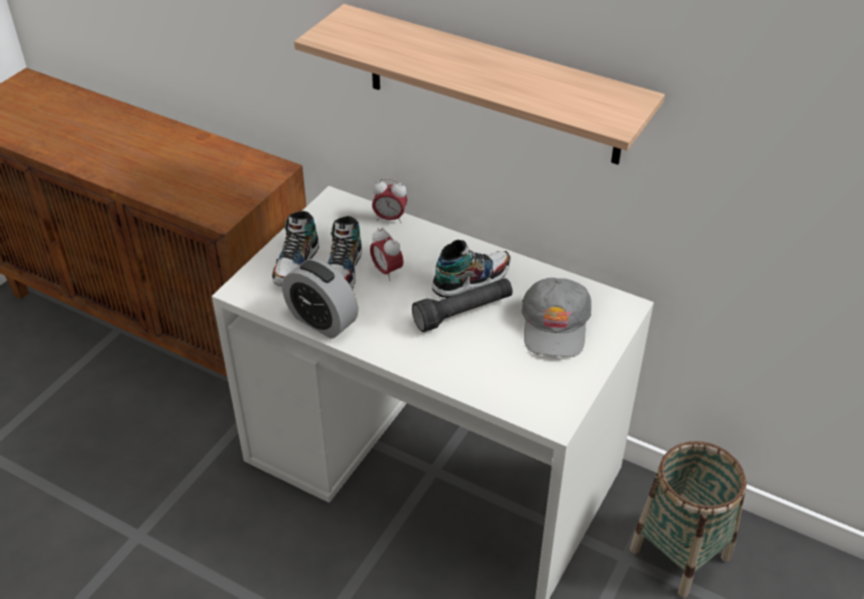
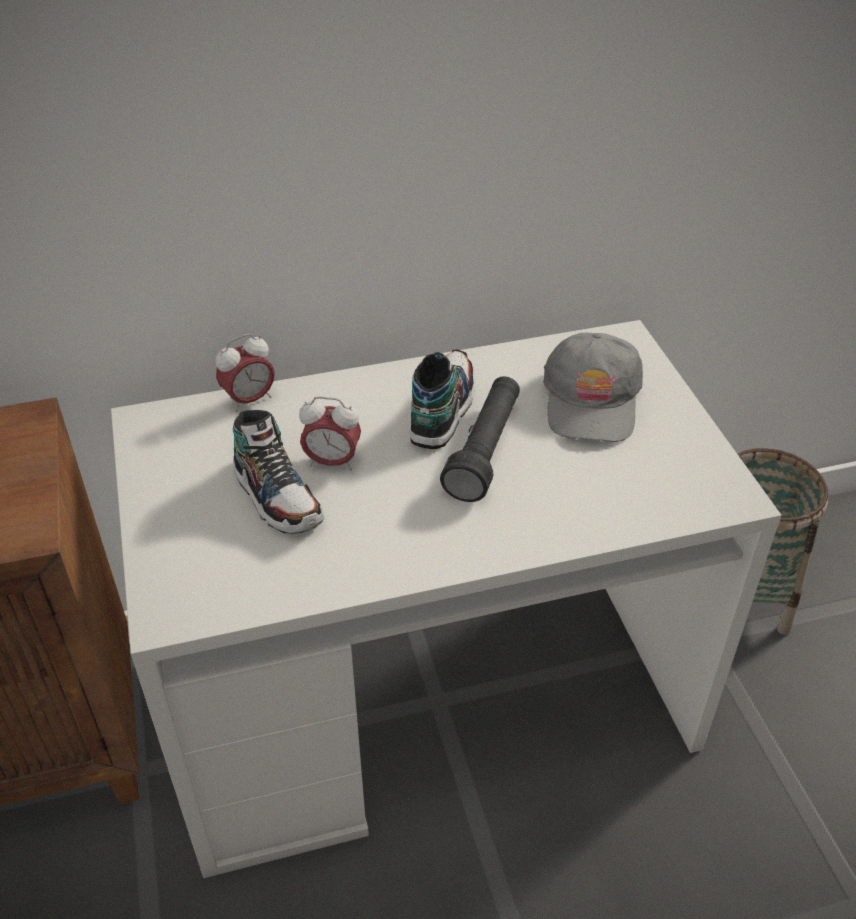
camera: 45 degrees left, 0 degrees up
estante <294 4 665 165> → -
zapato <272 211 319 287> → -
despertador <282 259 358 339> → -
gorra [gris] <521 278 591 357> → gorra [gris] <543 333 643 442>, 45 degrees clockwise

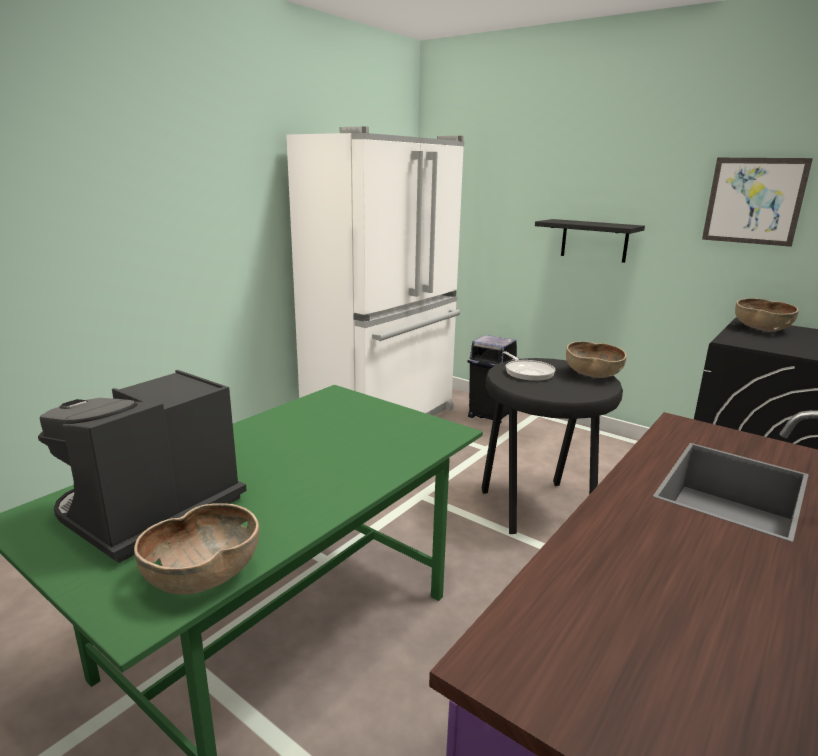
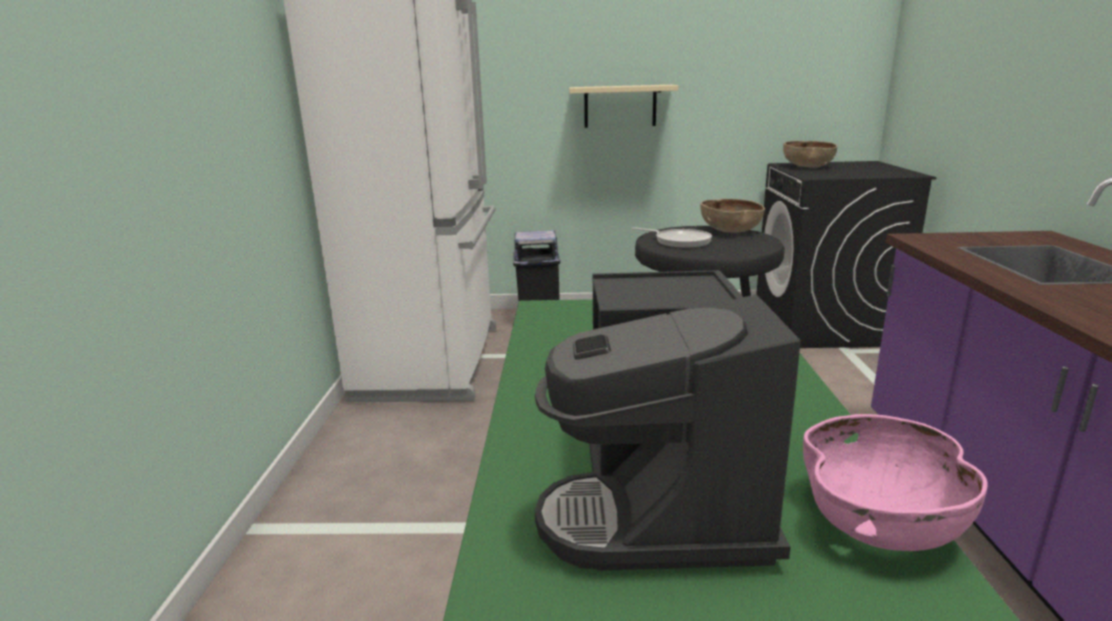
camera: 35 degrees left, 0 degrees up
cuadro <702 158 813 247> → -
estante [negro] <535 219 645 263> → estante [beis] <569 85 678 128>
cuenco [marrón] <134 503 259 594> → cuenco [rosa] <803 414 988 551>

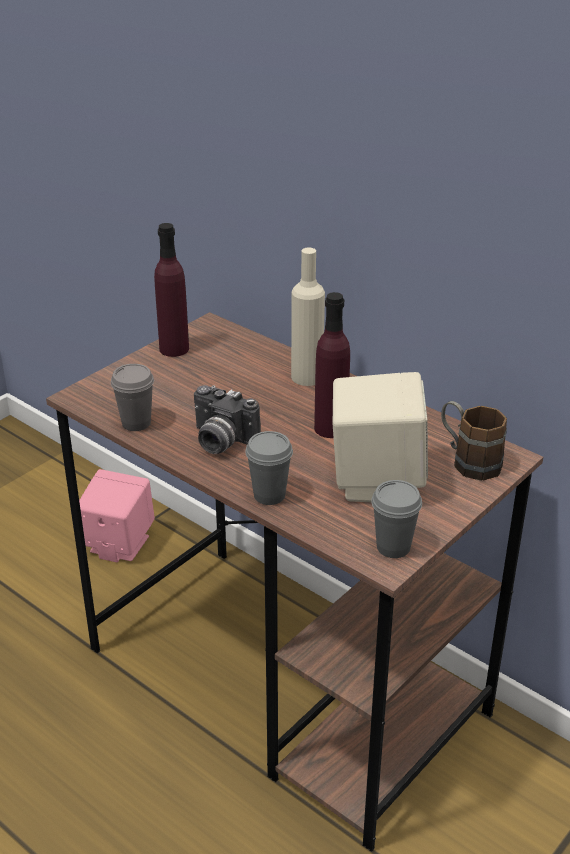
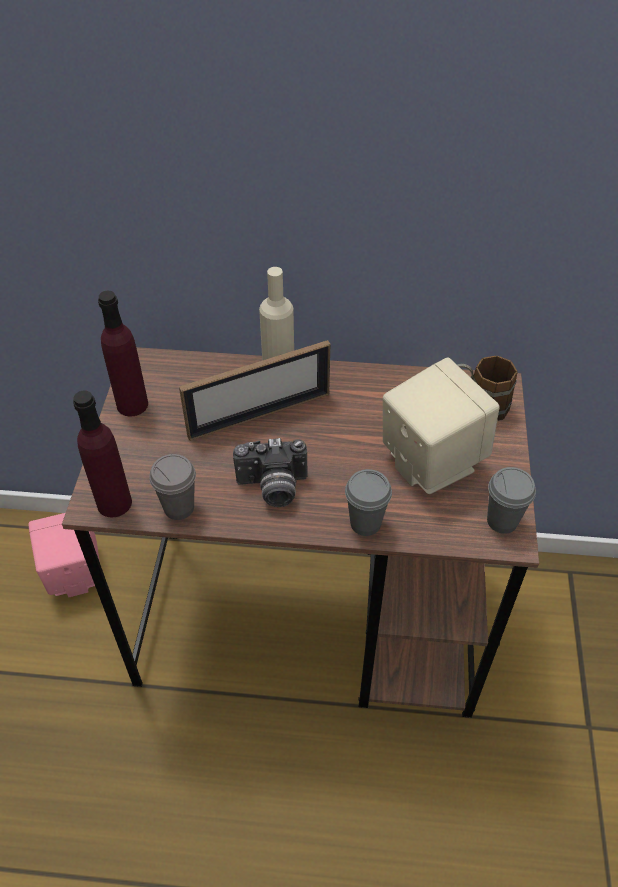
camera: 35 degrees left, 15 degrees up
botella [morado] <314 292 350 438> → botella [morado] <73 391 132 517>, move
- → portarretratos <179 340 330 441>

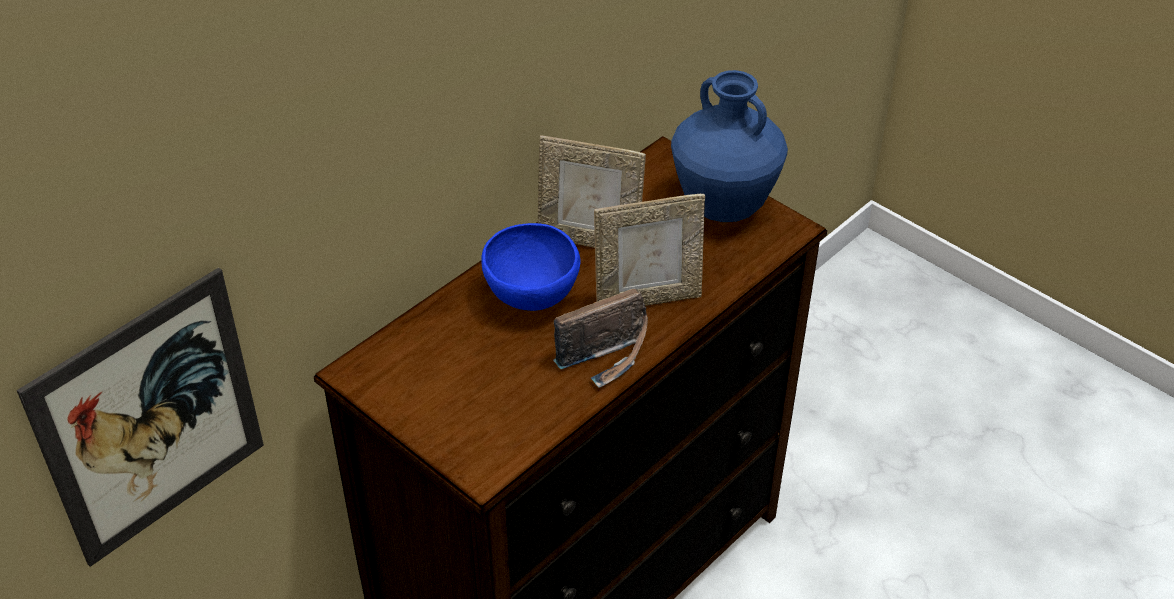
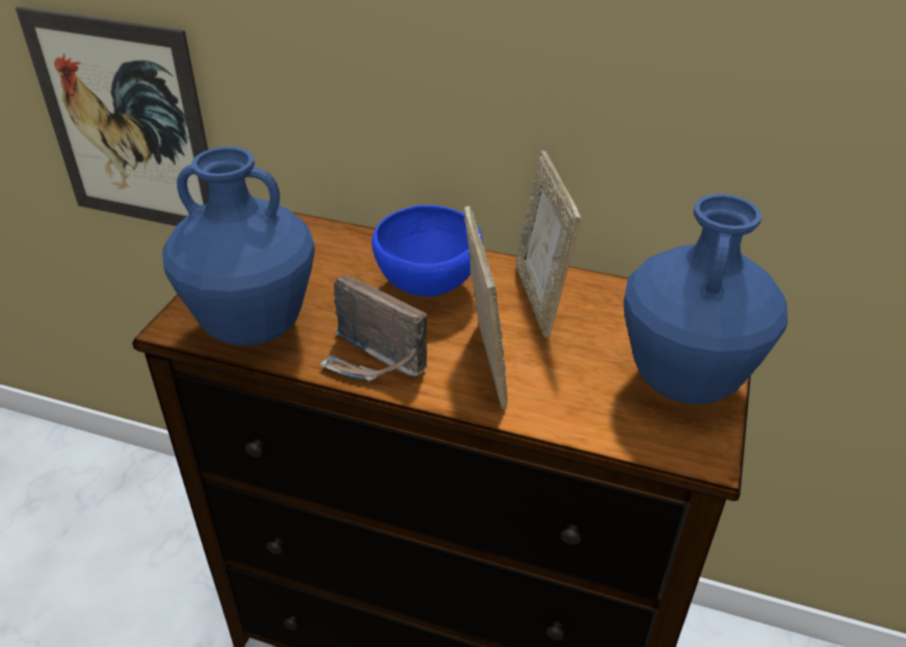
camera: 65 degrees right, 5 degrees down
portarretratos <594 194 705 306> → portarretratos <464 206 508 409>, 150 degrees counterclockwise
- → florero [azul] <162 147 315 346>

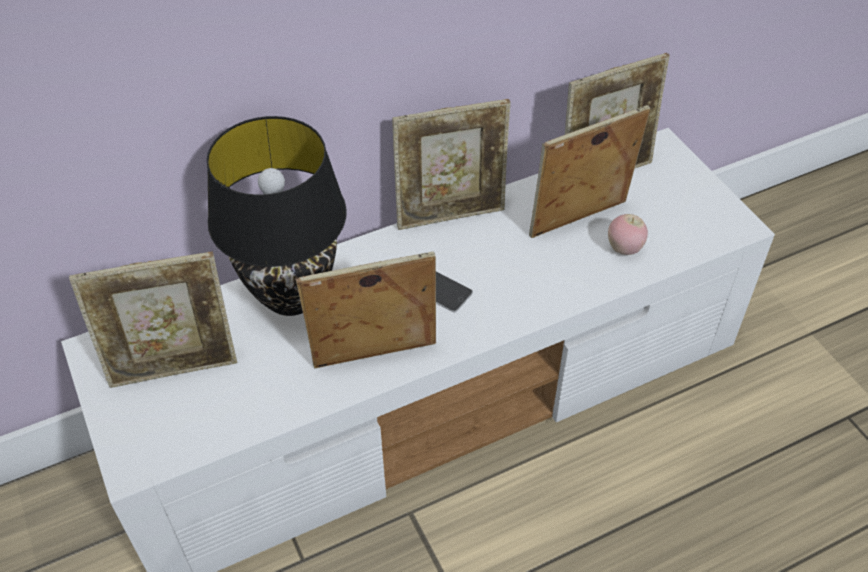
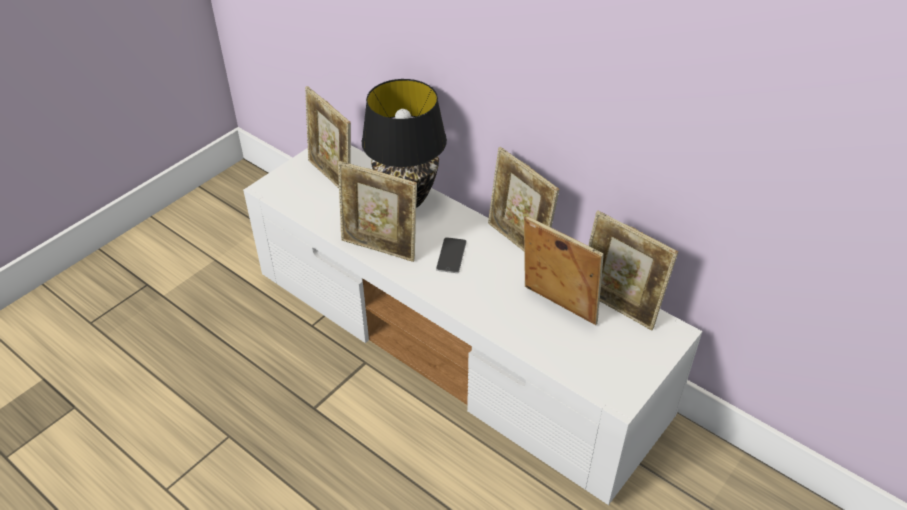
camera: 65 degrees right, 5 degrees down
manzana <608 214 648 255> → -
portarretratos <295 251 436 368> → portarretratos <338 161 417 262>, 150 degrees clockwise

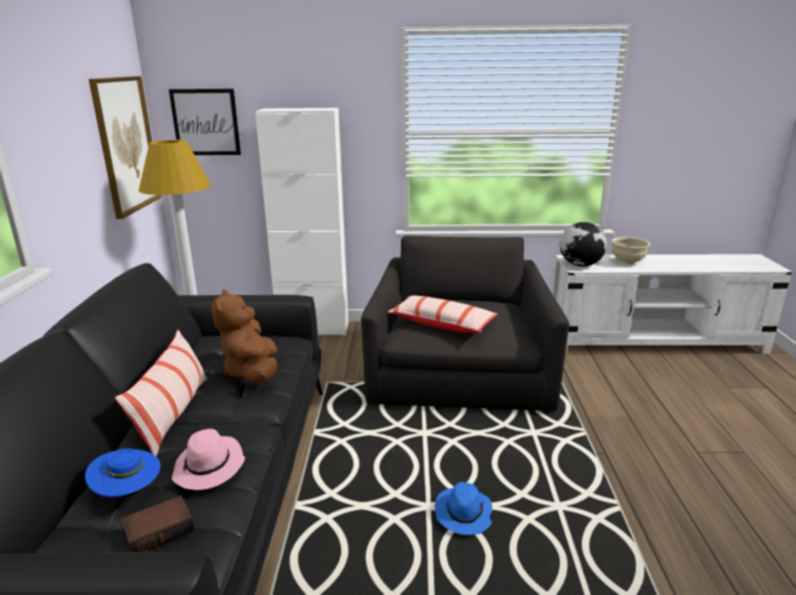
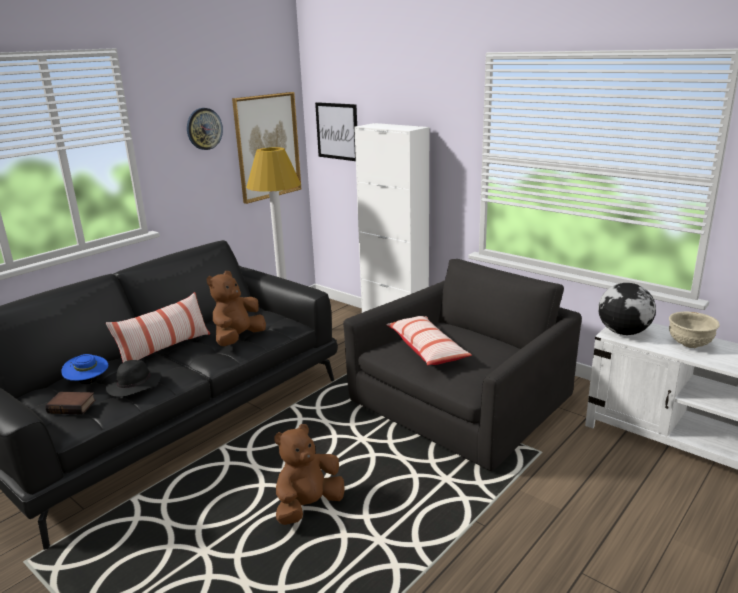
camera: 40 degrees right, 0 degrees up
sombrero [rosa] <172 429 245 490> → sombrero [negro] <106 360 161 397>
sombrero [azul] <435 482 493 535> → peluche [marrón] <274 424 345 525>
- → reloj de pared <187 108 223 150>

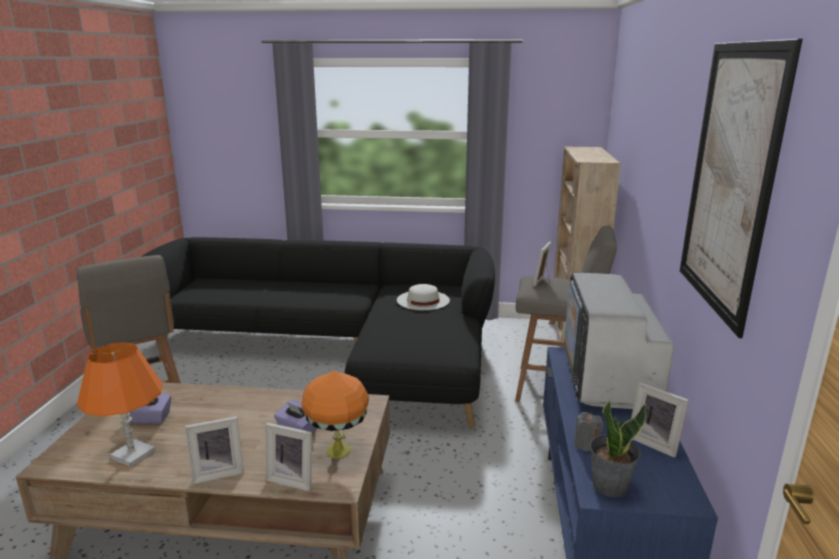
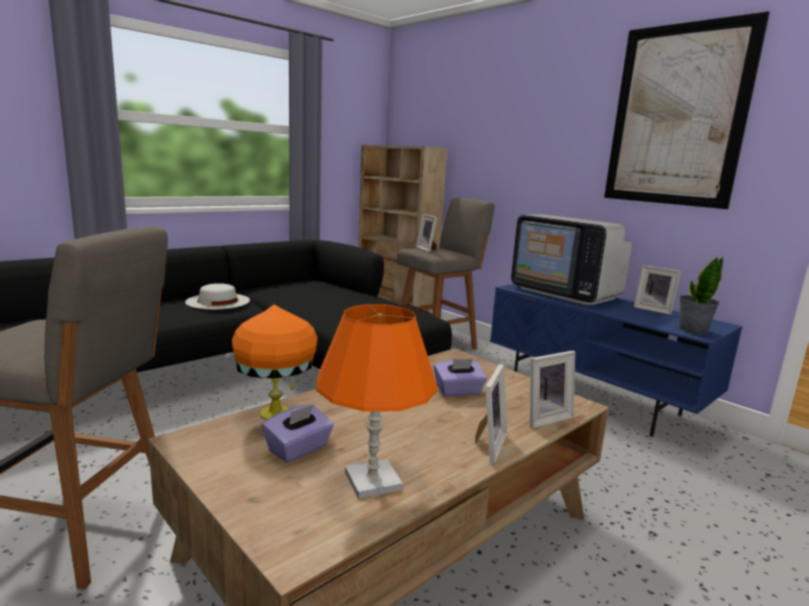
camera: 50 degrees left, 5 degrees down
sombrero [blanco] <397 284 450 310> → sombrero [blanco] <185 283 250 309>, move
lámpara de mesa [naranja] <301 370 369 458> → lámpara de mesa [naranja] <232 305 318 420>, move
portarretratos <631 382 689 458> → portarretratos <634 265 681 315>, 45 degrees clockwise
vela [gris] <574 412 603 451> → -

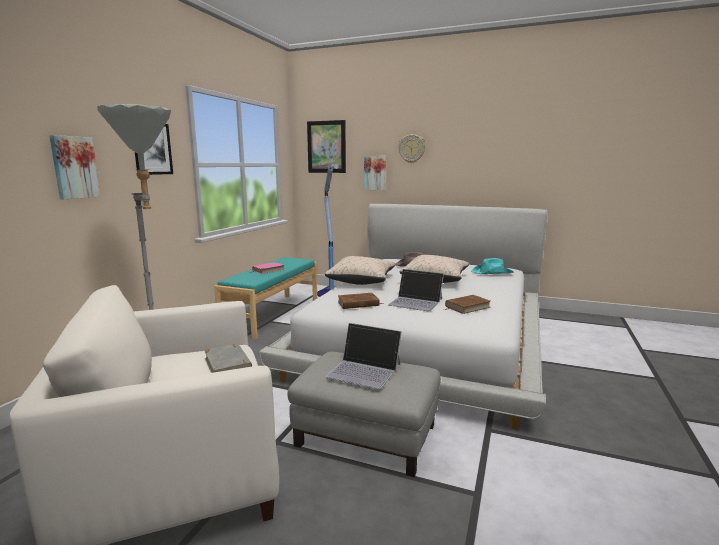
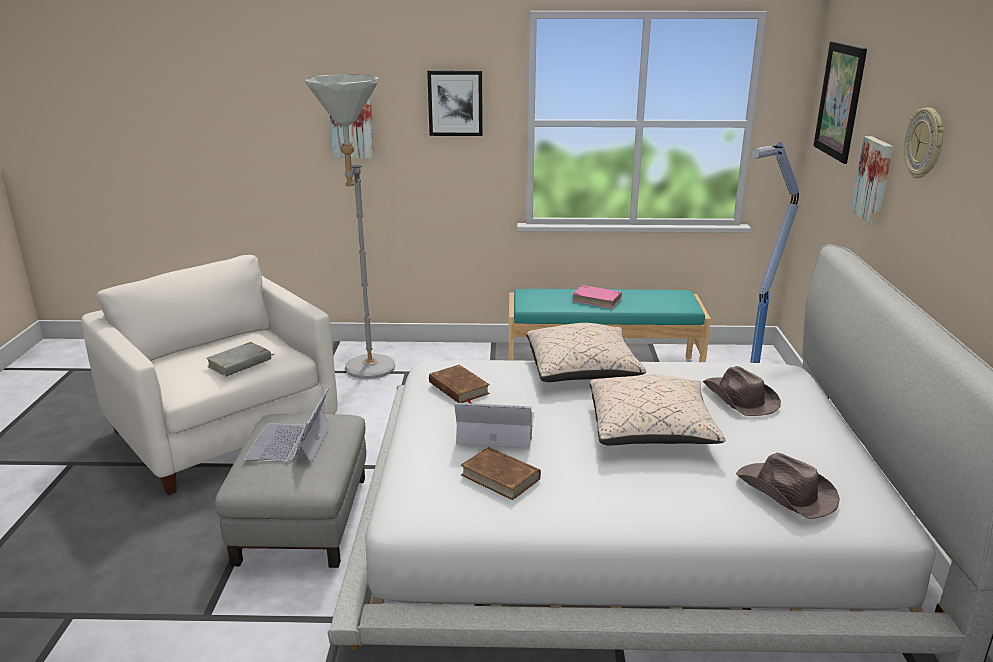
camera: 70 degrees right, 10 degrees up
sombrero [turquesa] <471 258 514 274> → sombrero [marrón] <736 453 840 519>
portátil <388 269 444 311> → portátil <454 403 535 449>, 90 degrees clockwise

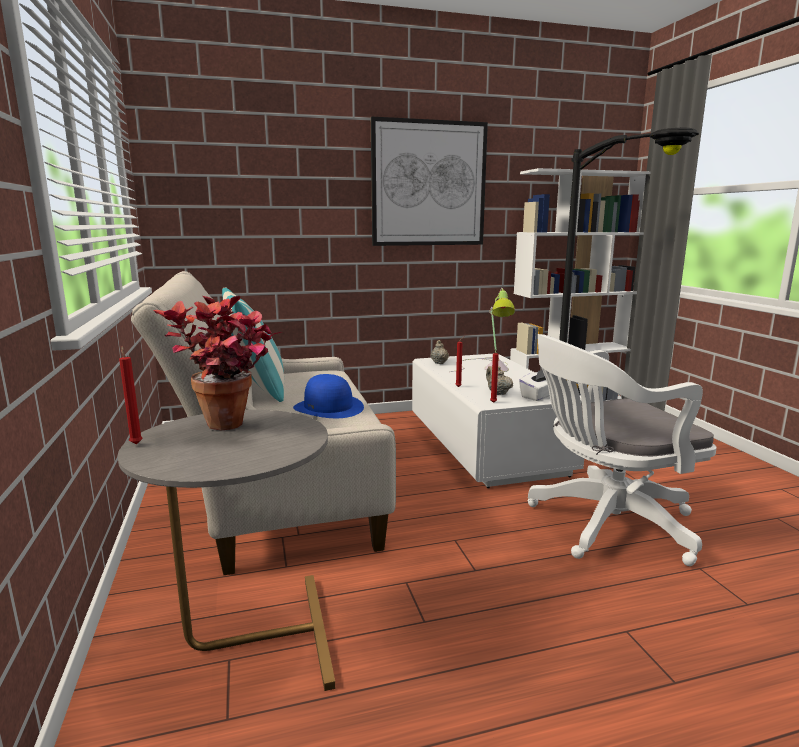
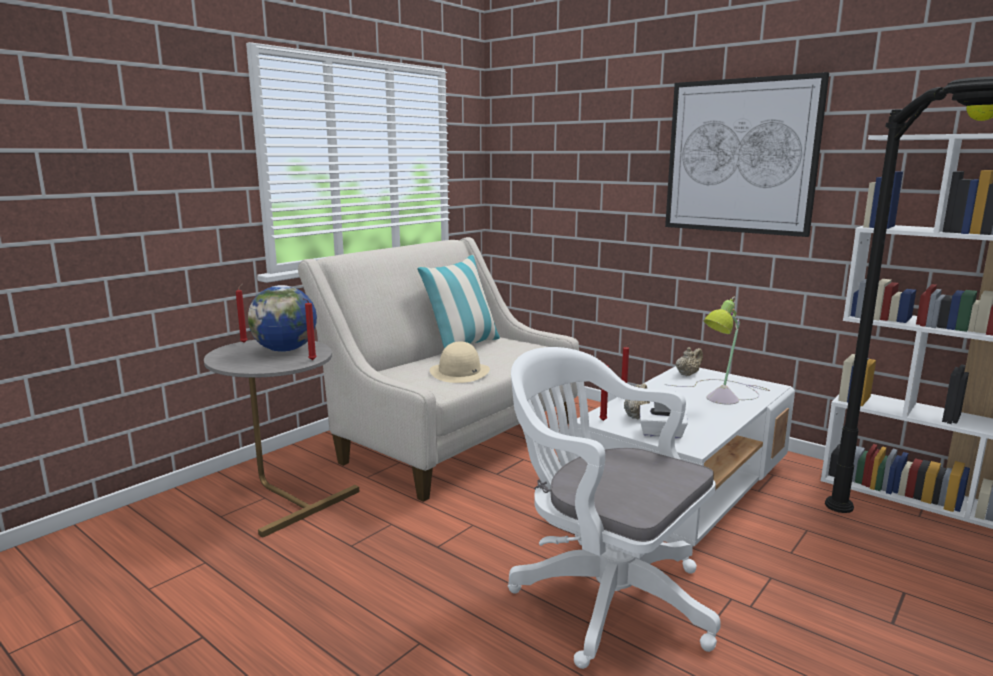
camera: 55 degrees right, 0 degrees up
planta en maceta <153 296 281 430> → globo terráqueo <248 285 317 352>
sombrero [azul] <293 374 364 418> → sombrero [beis] <430 342 490 383>
- → vela [rojo] <302 298 317 360>

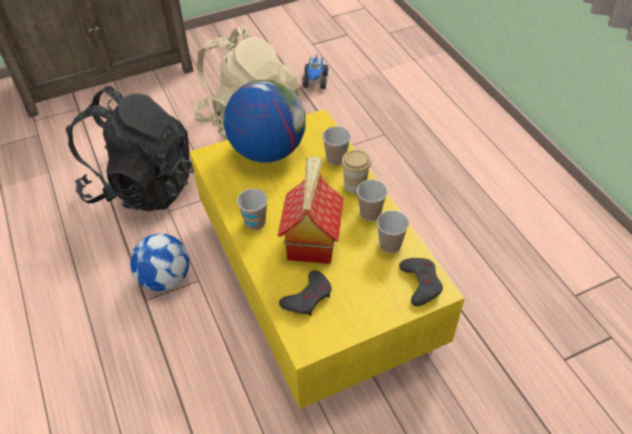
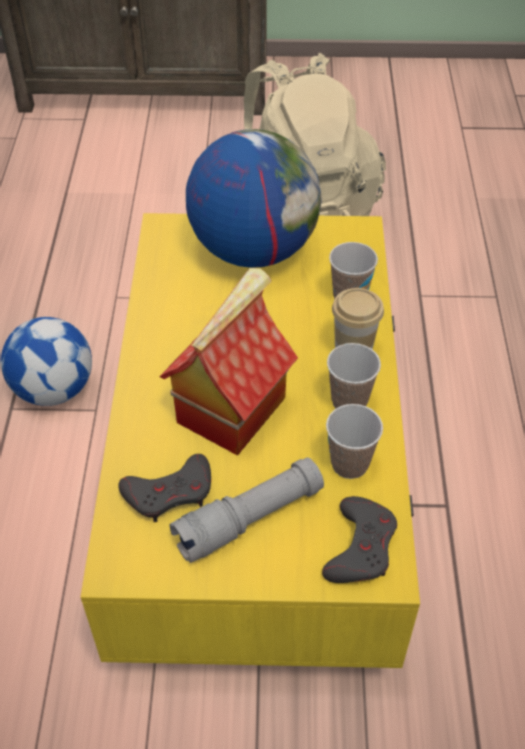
camera: 25 degrees right, 0 degrees up
camión de juguete <302 55 328 89> → -
mochila [negro] <66 86 194 212> → -
taza <237 188 268 230> → -
- → linterna [gris] <170 457 324 563>

